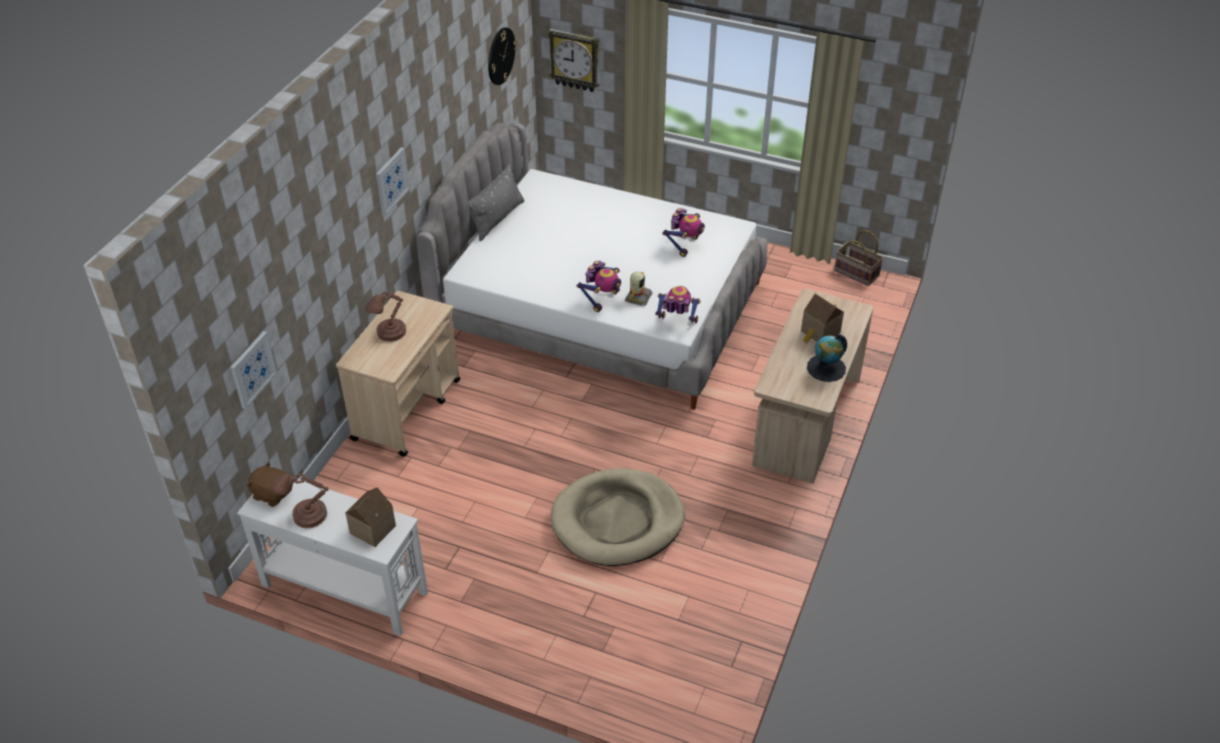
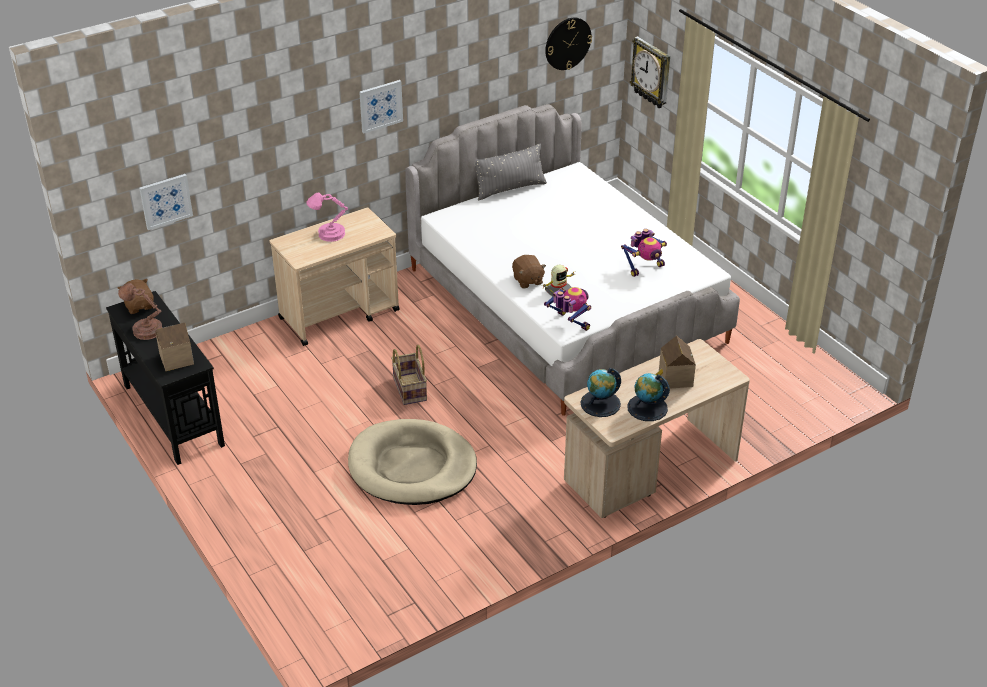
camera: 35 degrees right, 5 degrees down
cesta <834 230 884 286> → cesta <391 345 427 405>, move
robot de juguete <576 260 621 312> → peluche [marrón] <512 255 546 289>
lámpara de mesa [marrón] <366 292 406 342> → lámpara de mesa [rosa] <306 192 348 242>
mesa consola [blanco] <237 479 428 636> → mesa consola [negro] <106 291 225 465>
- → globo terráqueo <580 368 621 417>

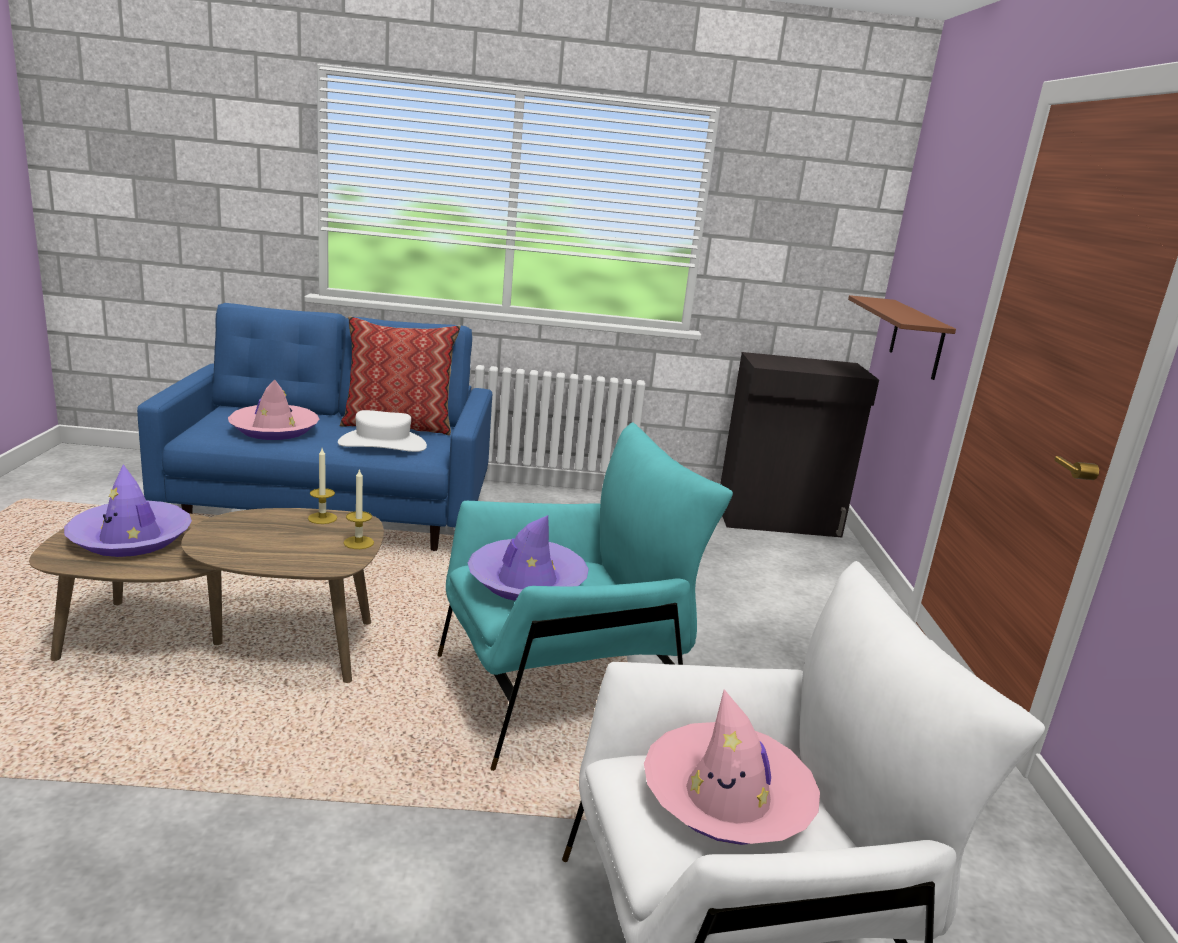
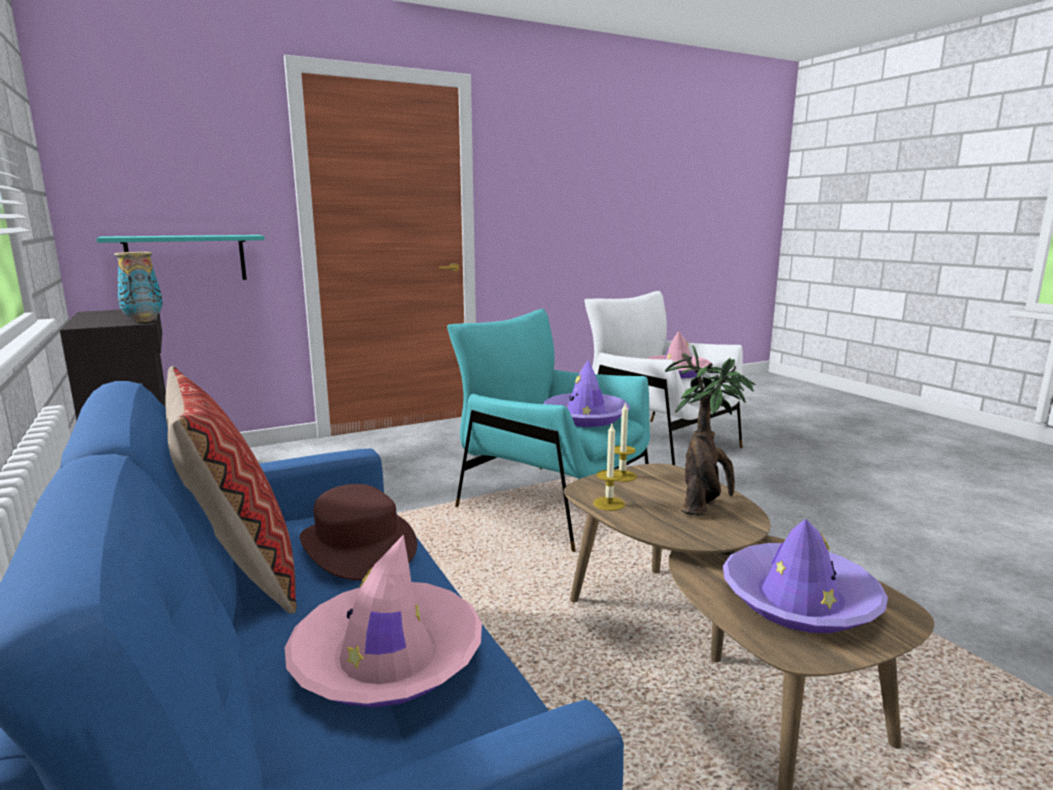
camera: 115 degrees left, 5 degrees down
estante [marrón] <848 295 956 380> → estante [turquesa] <96 235 265 280>
sombrero [blanco] <338 410 427 452> → sombrero [marrón] <300 484 417 580>
- → florero <114 252 163 322>
- → planta en maceta <665 345 756 516>

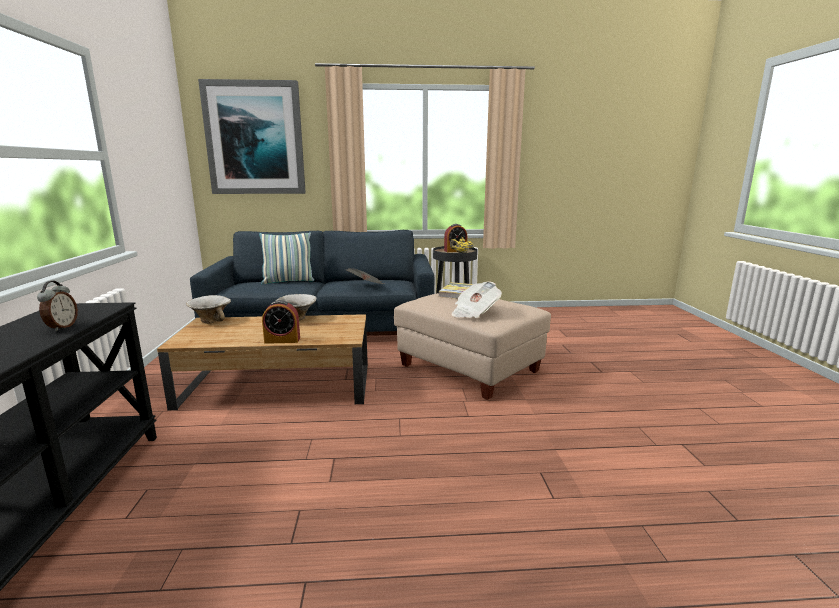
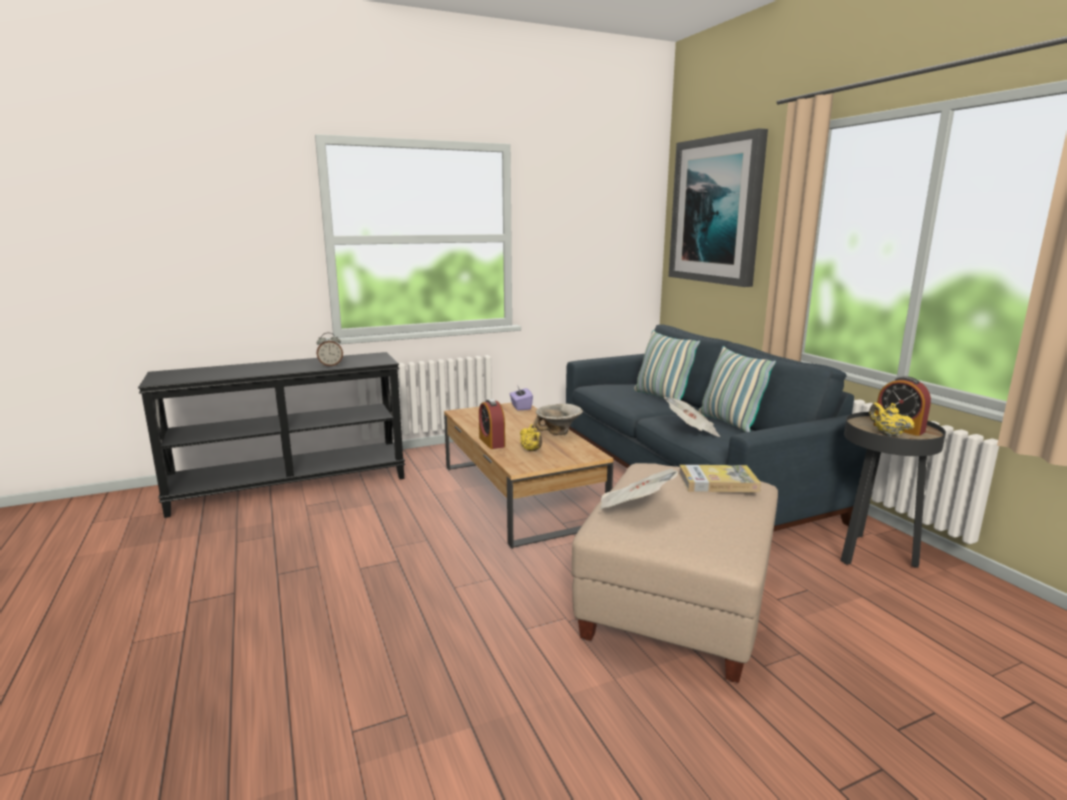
camera: 70 degrees right, 0 degrees up
cuenco <186 295 231 324> → caja de pañuelos [morado] <510 385 533 411>
- → cojín <698 346 776 432>
- → tetera [amarillo] <520 424 542 451>

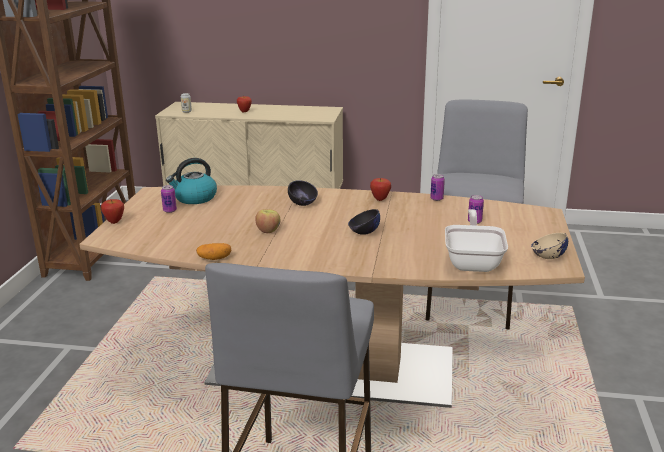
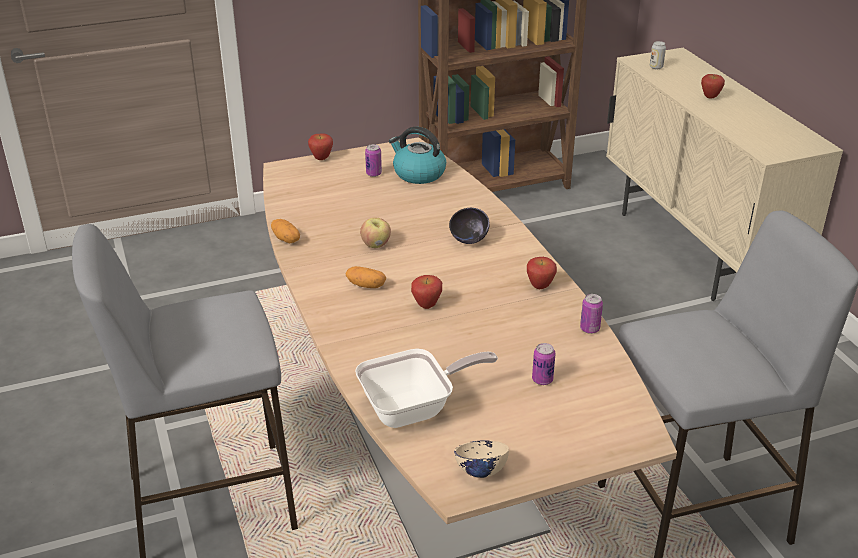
camera: 60 degrees right, 10 degrees up
cuenco [negro] <348 209 380 235> → manzana <411 275 442 309>
- → patata <346 266 387 288>

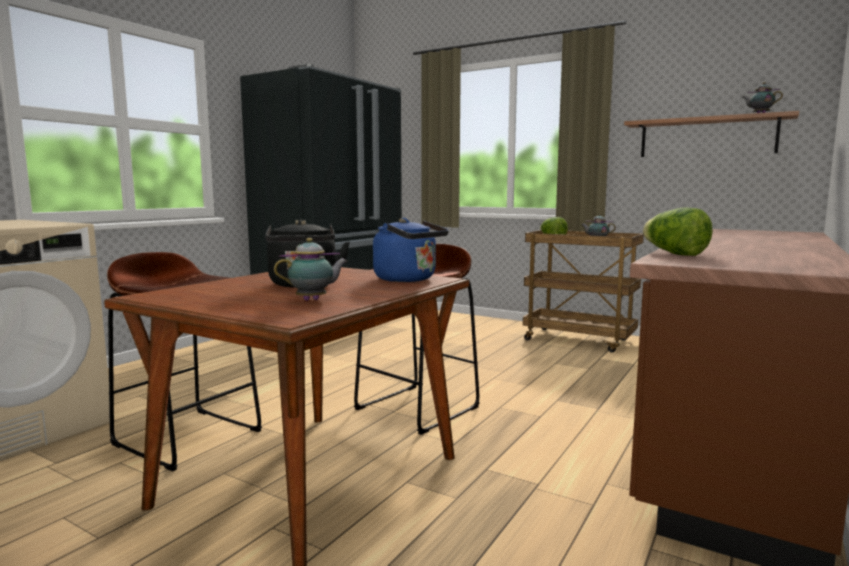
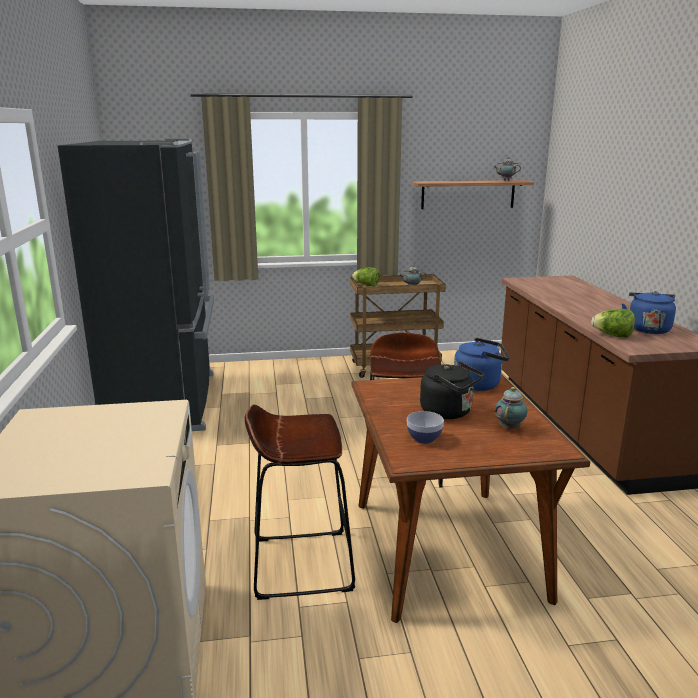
camera: 40 degrees left, 10 degrees up
- → hervidor [azul] <622 291 676 334>
- → cuenco <407 411 444 444>

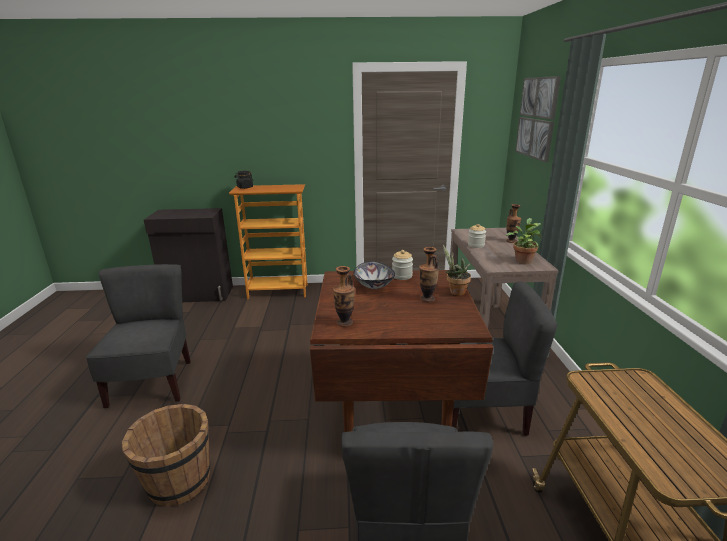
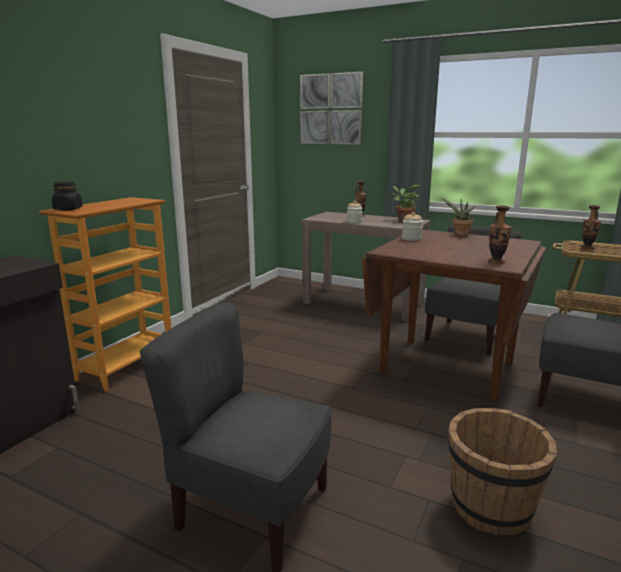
camera: 60 degrees left, 5 degrees down
florero <419 247 439 302> → florero <581 205 601 249>, move
cuenco <354 261 395 289> → -

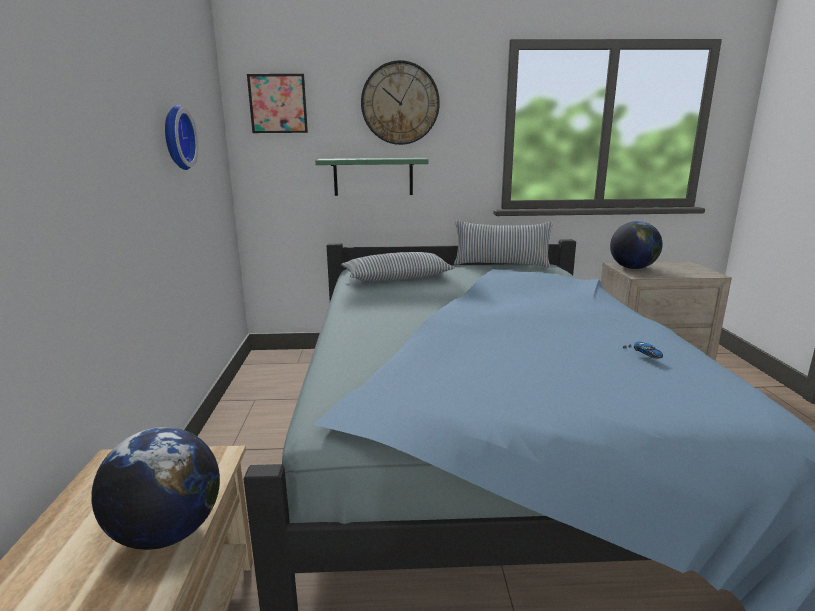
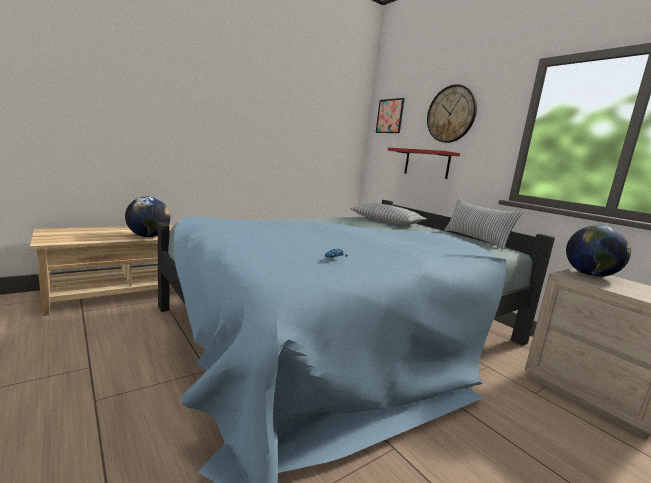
camera: 55 degrees right, 5 degrees down
reloj de pared <165 105 198 170> → -
estante [verde] <315 158 429 196> → estante [rojo] <388 148 460 179>

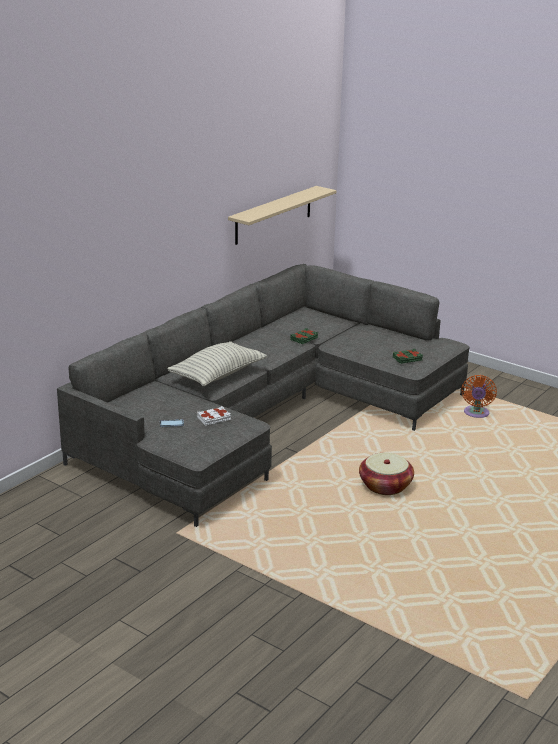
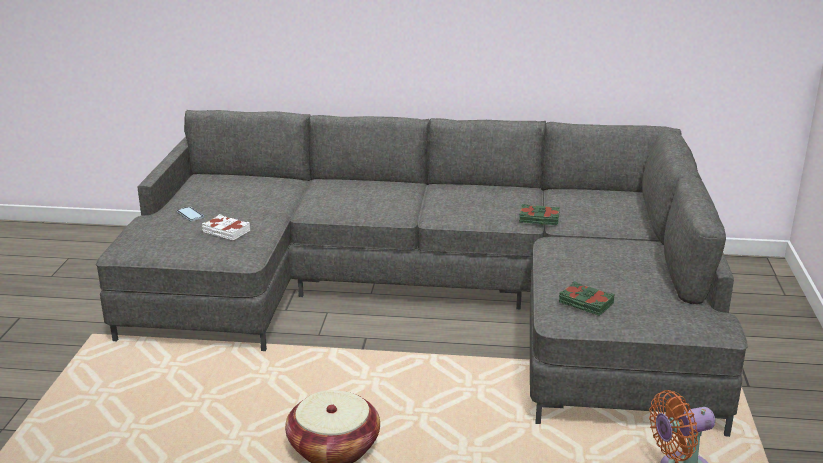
camera: 60 degrees right, 0 degrees up
estante [beis] <228 186 336 245> → -
cojín <167 341 267 386> → -

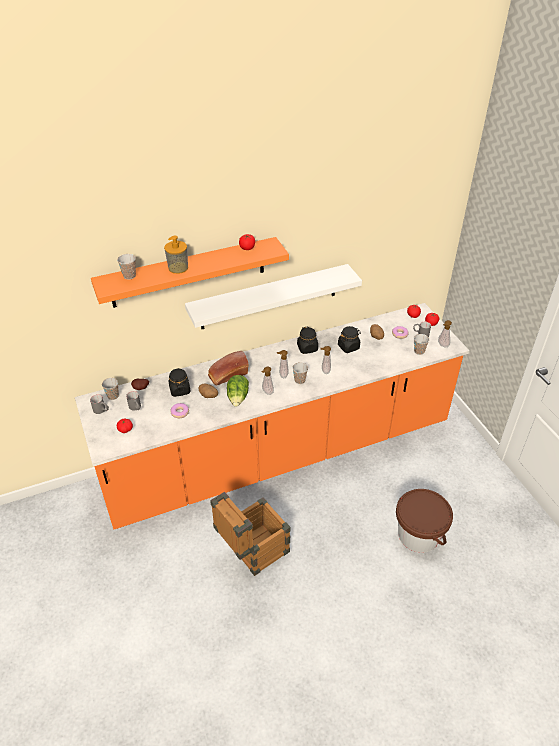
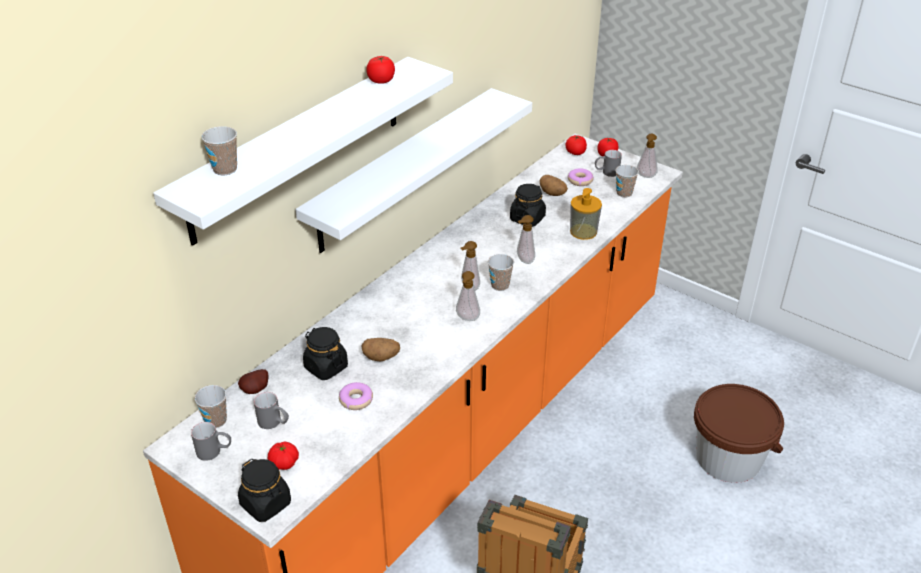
camera: 30 degrees left, 5 degrees down
dispensador de jabón <164 235 188 274> → dispensador de jabón <570 188 602 240>, move
estante [naranja] <91 237 289 308> → estante [blanco] <153 57 453 246>
tarro [negro] <297 326 318 354> → tarro [negro] <238 459 291 522>, move
pan <208 351 248 385> → -
lechuga <227 375 249 407> → -

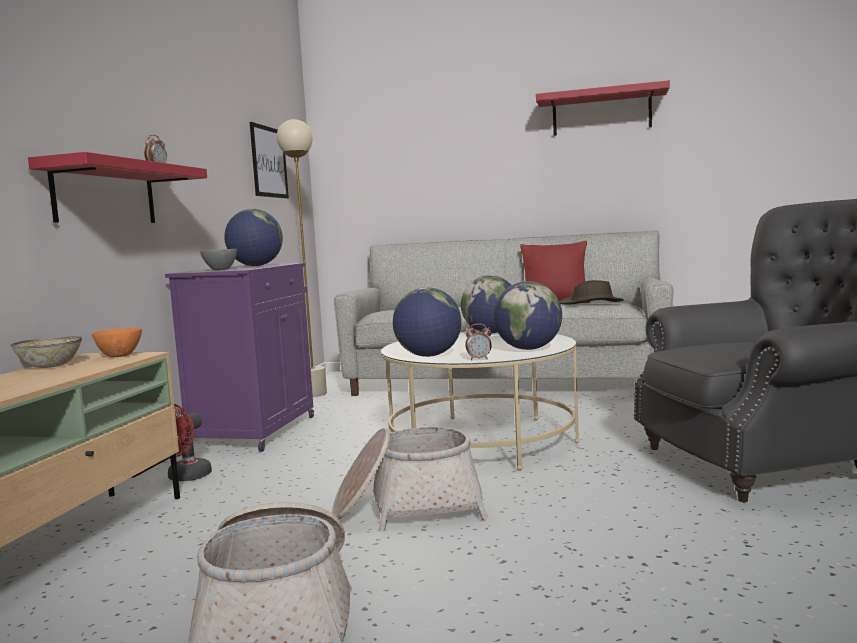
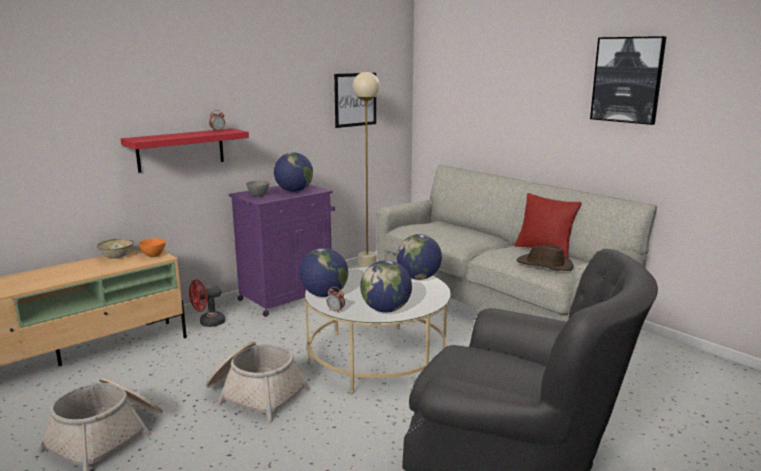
camera: 35 degrees right, 10 degrees up
estante [rojo] <536 80 670 136> → cuadro <590 36 667 125>

